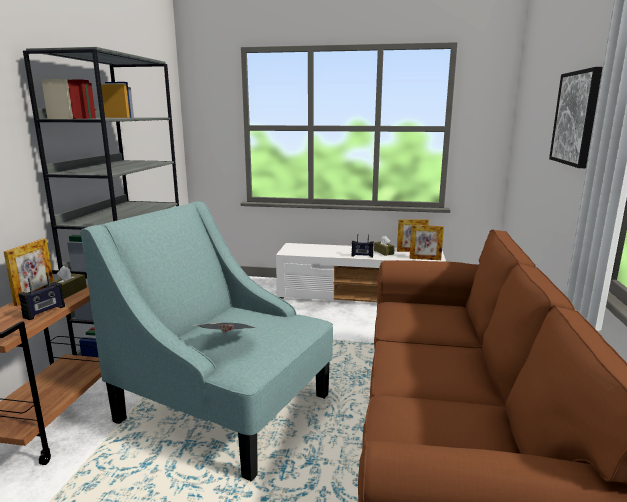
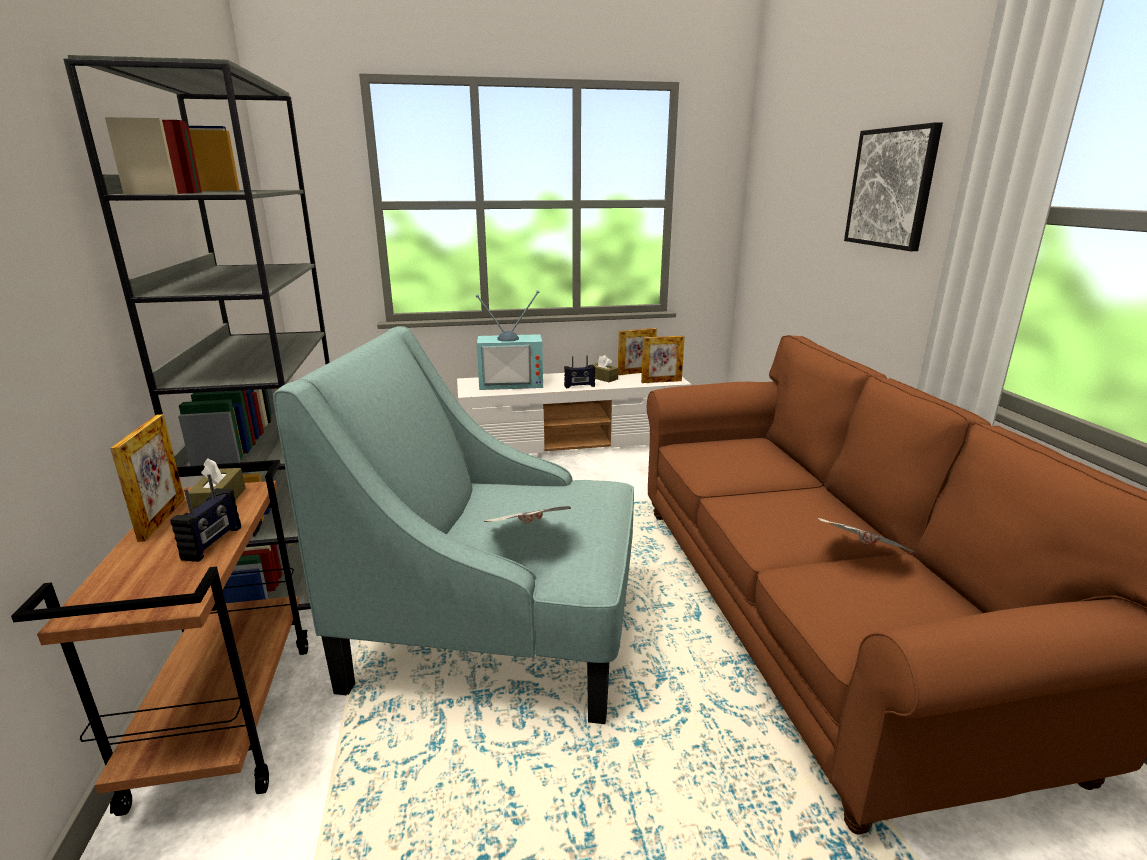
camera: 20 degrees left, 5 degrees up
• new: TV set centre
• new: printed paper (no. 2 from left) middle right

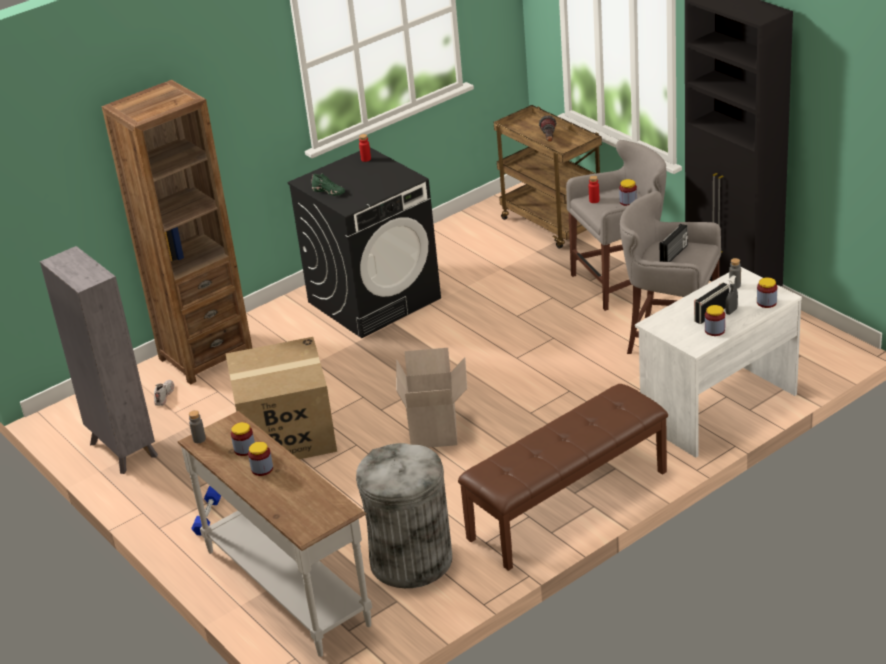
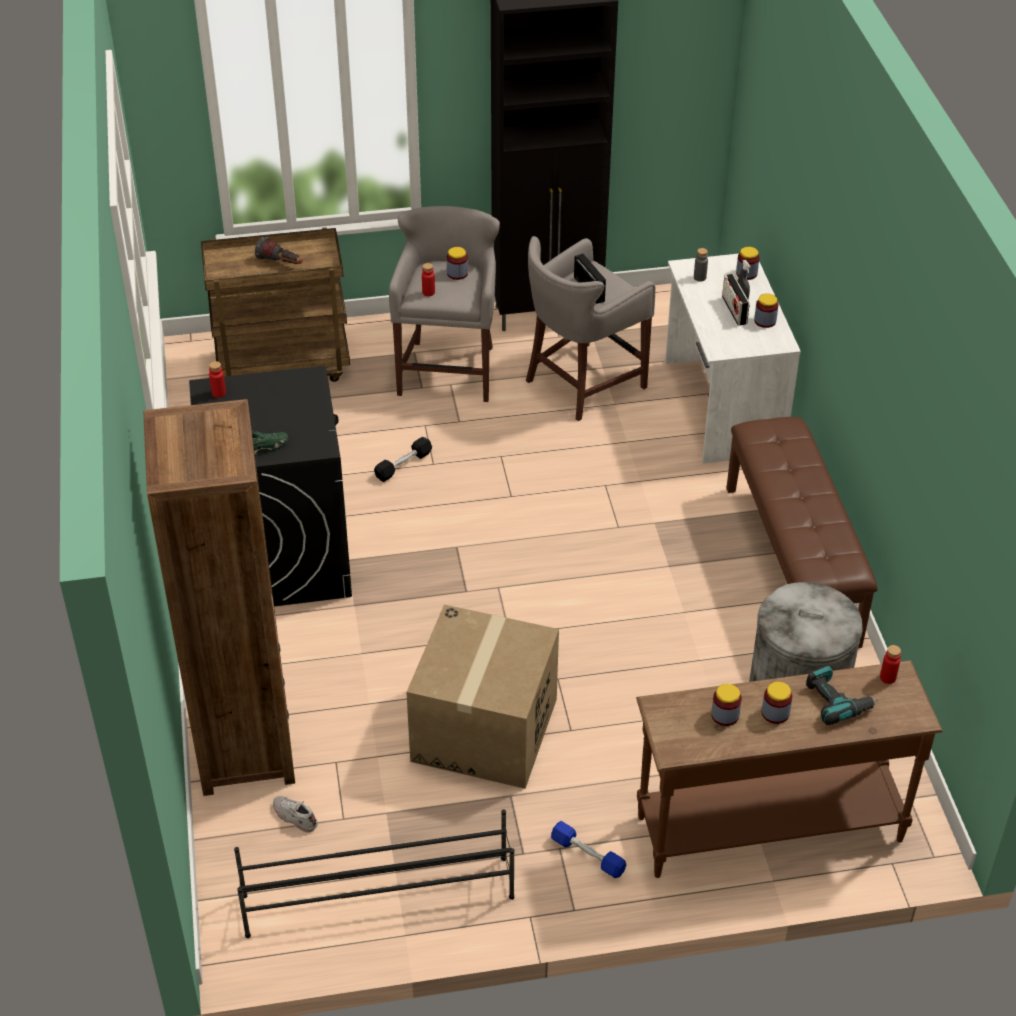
camera: 65 degrees left, 10 degrees up
• swapped: shelving unit (grey) middle left to shoe shelf (black-coloured) bottom centre
• new: dumbbell (black-coloured) centre
• repainted: narrow table (whitish) bottom left to narrow table (brown) bottom right
• new: drill bottom right
• new: beverage bottle (red-coloured) (no. 3 from left) middle right
• gone: beverage bottle (grey) (no. 1 from left) middle left
• gone: packing box (no. 2 from left) centre

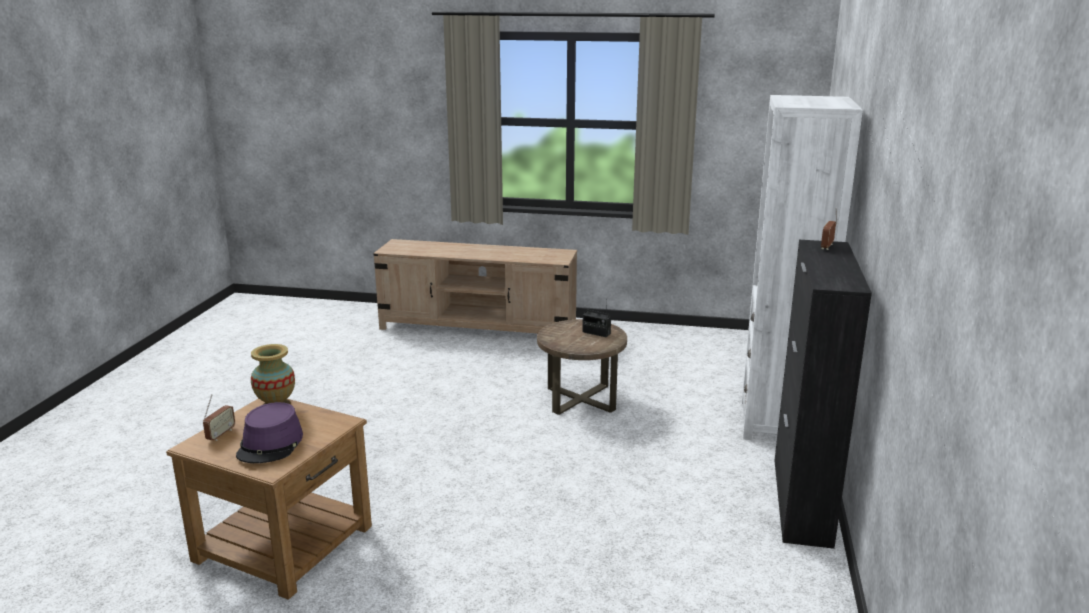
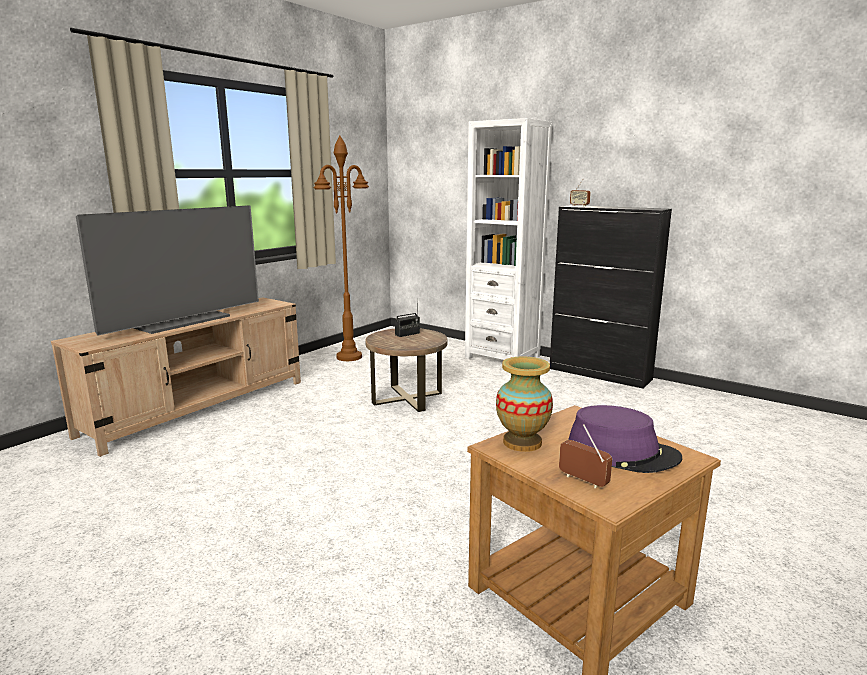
camera: 65 degrees left, 5 degrees down
• new: TV set middle left
• new: standard lamp (brown) centre

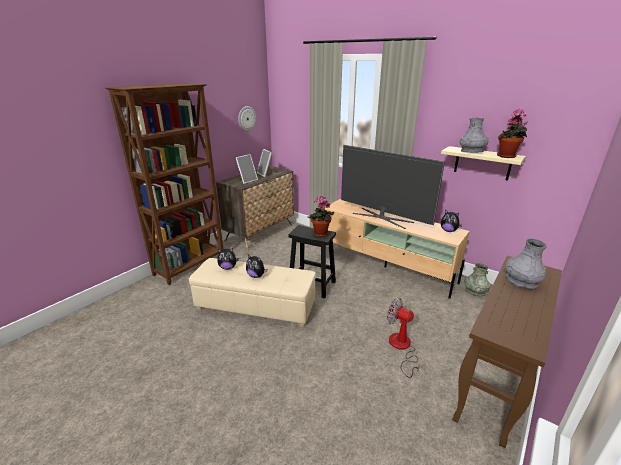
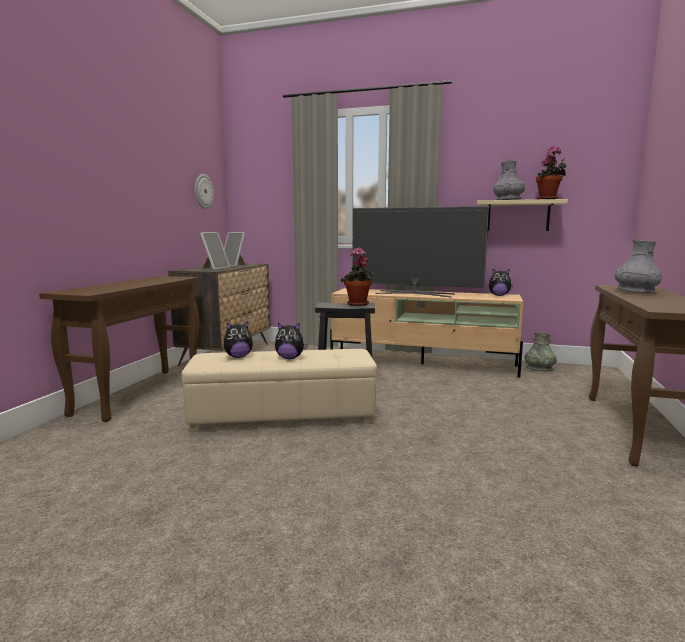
camera: 20 degrees left, 15 degrees down
• swapped: shelving unit (brown) middle left to narrow table (brown) (no. 1 from left) middle left
• gone: fan bottom centre

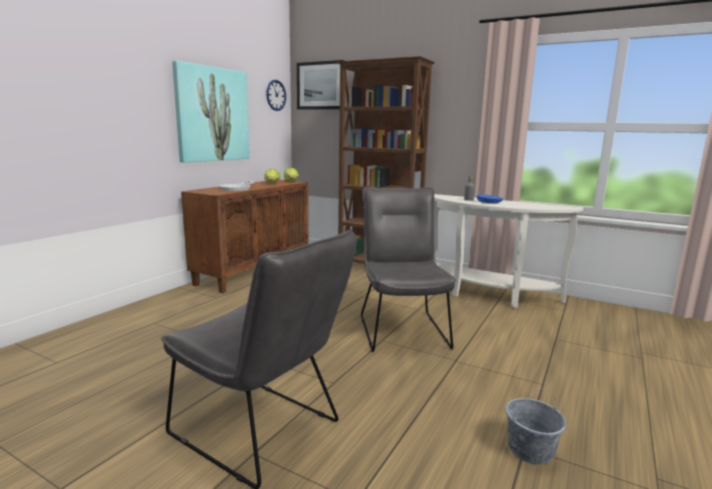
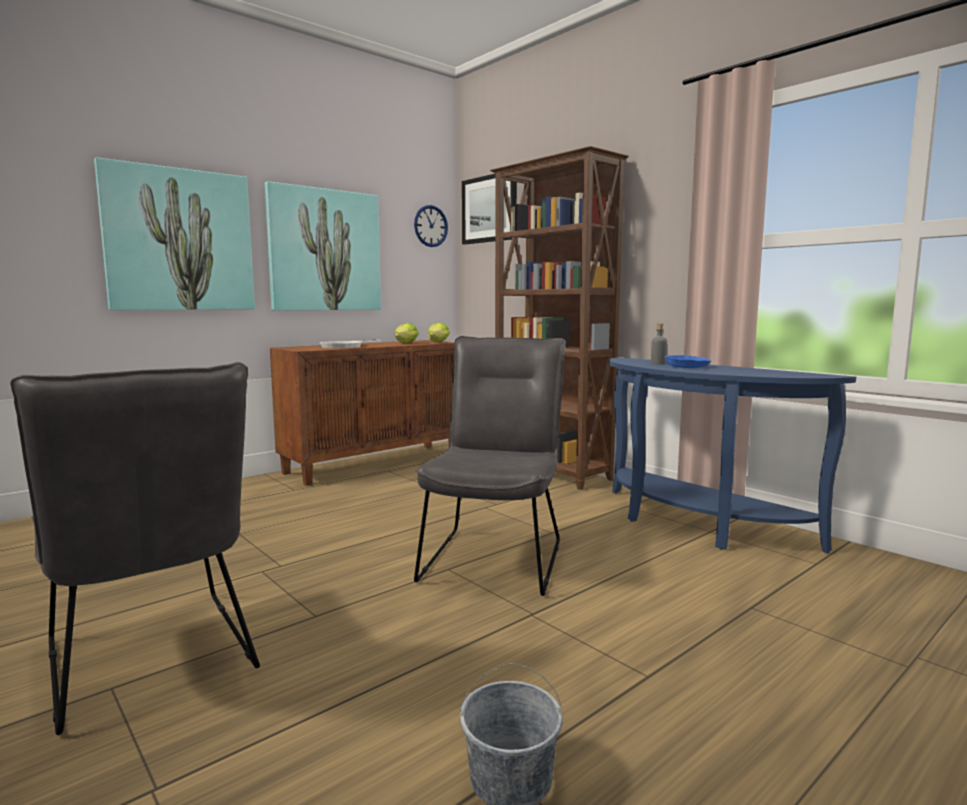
camera: 20 degrees right, 5 degrees down
• new: wall art (no. 1 from left) top left
• repainted: narrow table (whitish) middle right to narrow table (blue) middle right

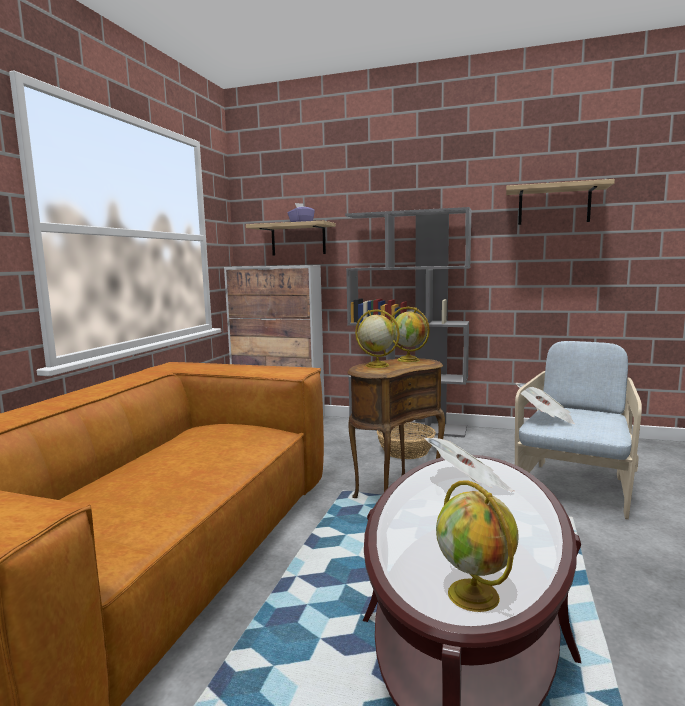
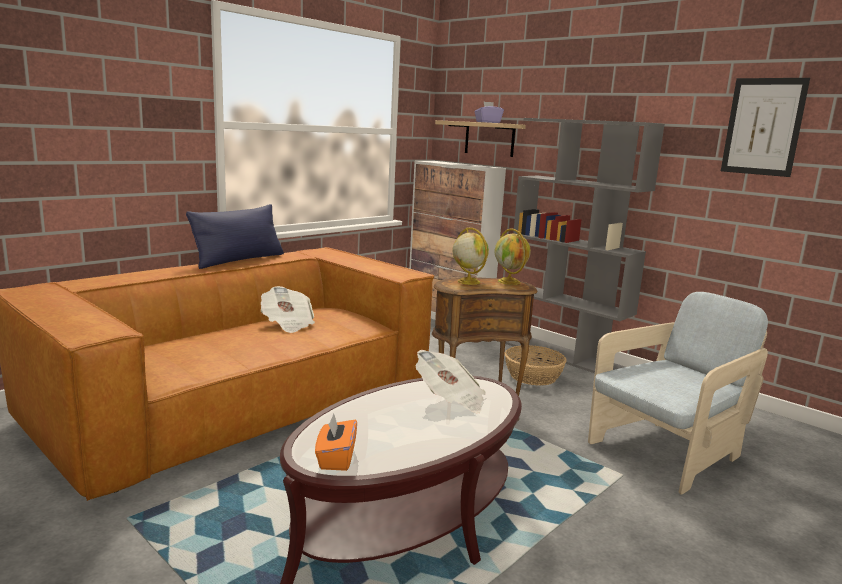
camera: 25 degrees right, 5 degrees up
• new: pillow (blue) middle left
• shifted: printed paper (no. 2 from left in the first image) middle right to printed paper (no. 1 from left) centre
• swapped: desk globe (no. 3 from left) bottom right to tissue holder (orangey) bottom centre
• swapped: bracket shelf (no. 2 from left) top right to wall art top right

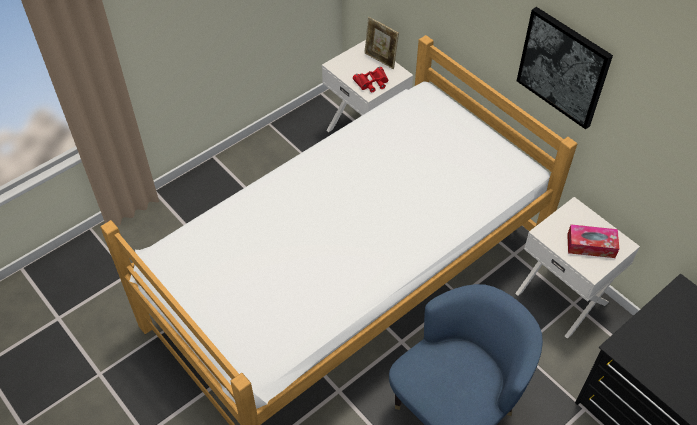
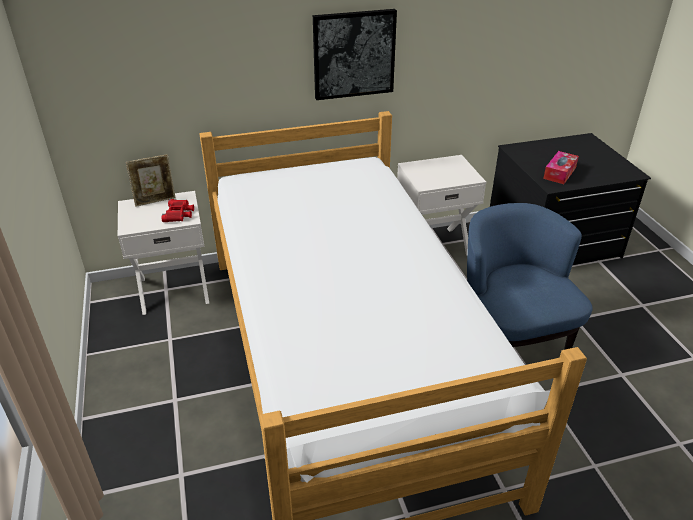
camera: 65 degrees left, 15 degrees down
• shifted: tissue holder middle right to top right

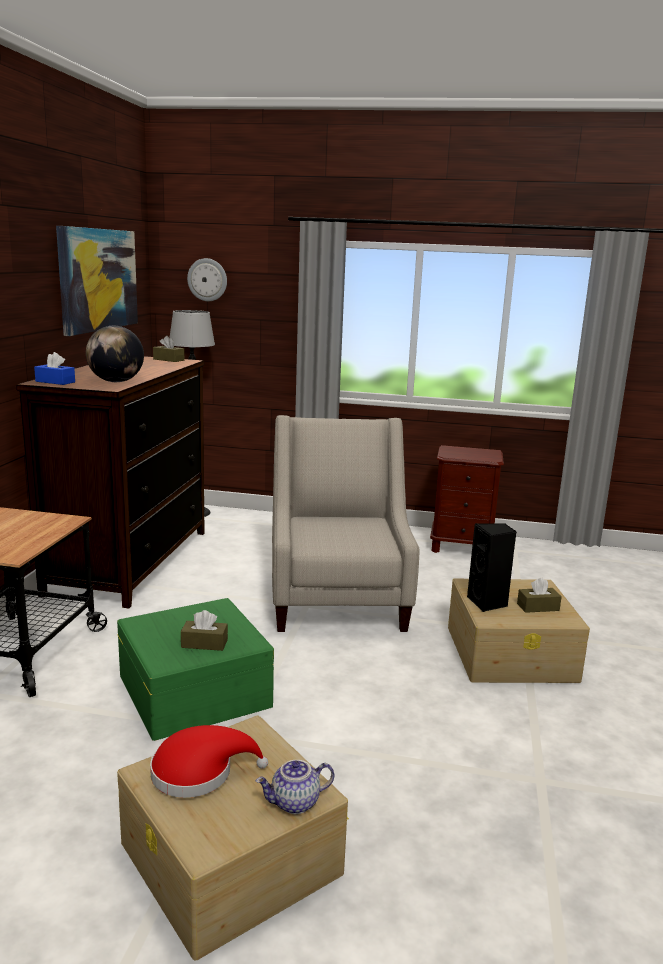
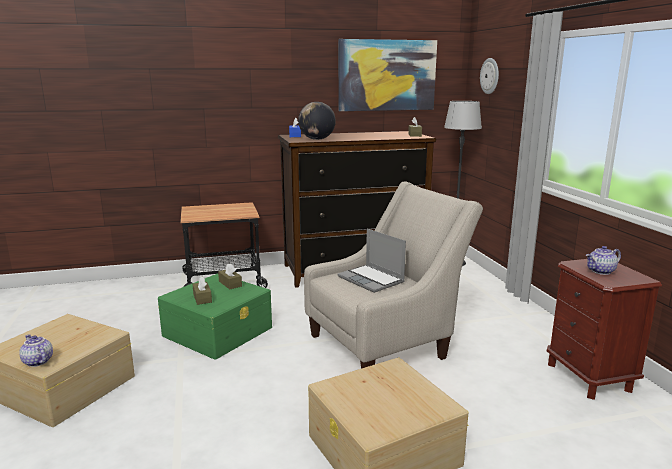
camera: 65 degrees right, 0 degrees up
• shifted: tissue holder (brown) (no. 3 from left in the first image) middle right to tissue holder (brown) (no. 2 from left) centre
• new: portable computer centre
• new: pot for tea (no. 2 from left) middle right
• gone: hat (red-coloured) bottom left
• gone: loudspeaker (black-coloured) middle right

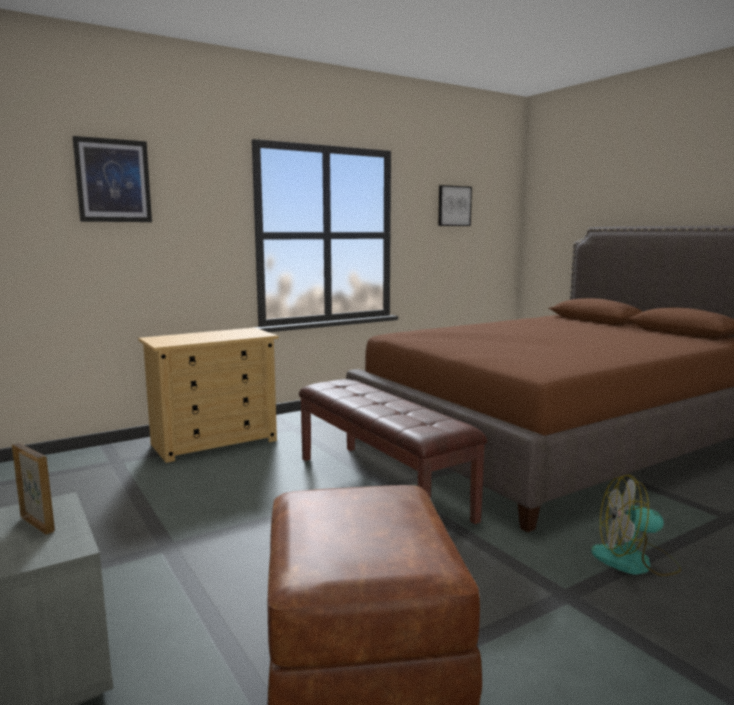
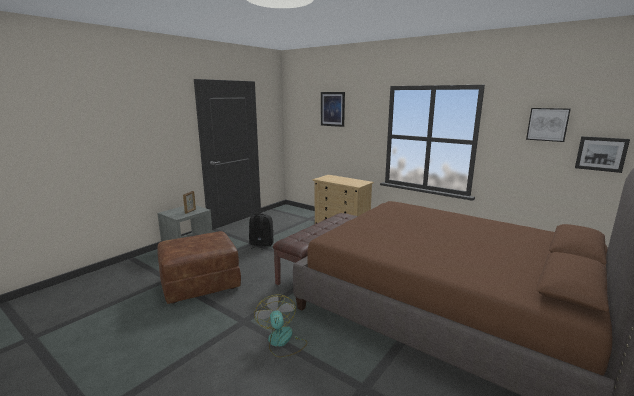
camera: 70 degrees right, 5 degrees up
• new: backpack (black-coloured) centre
• new: wall art (no. 3 from left) middle right

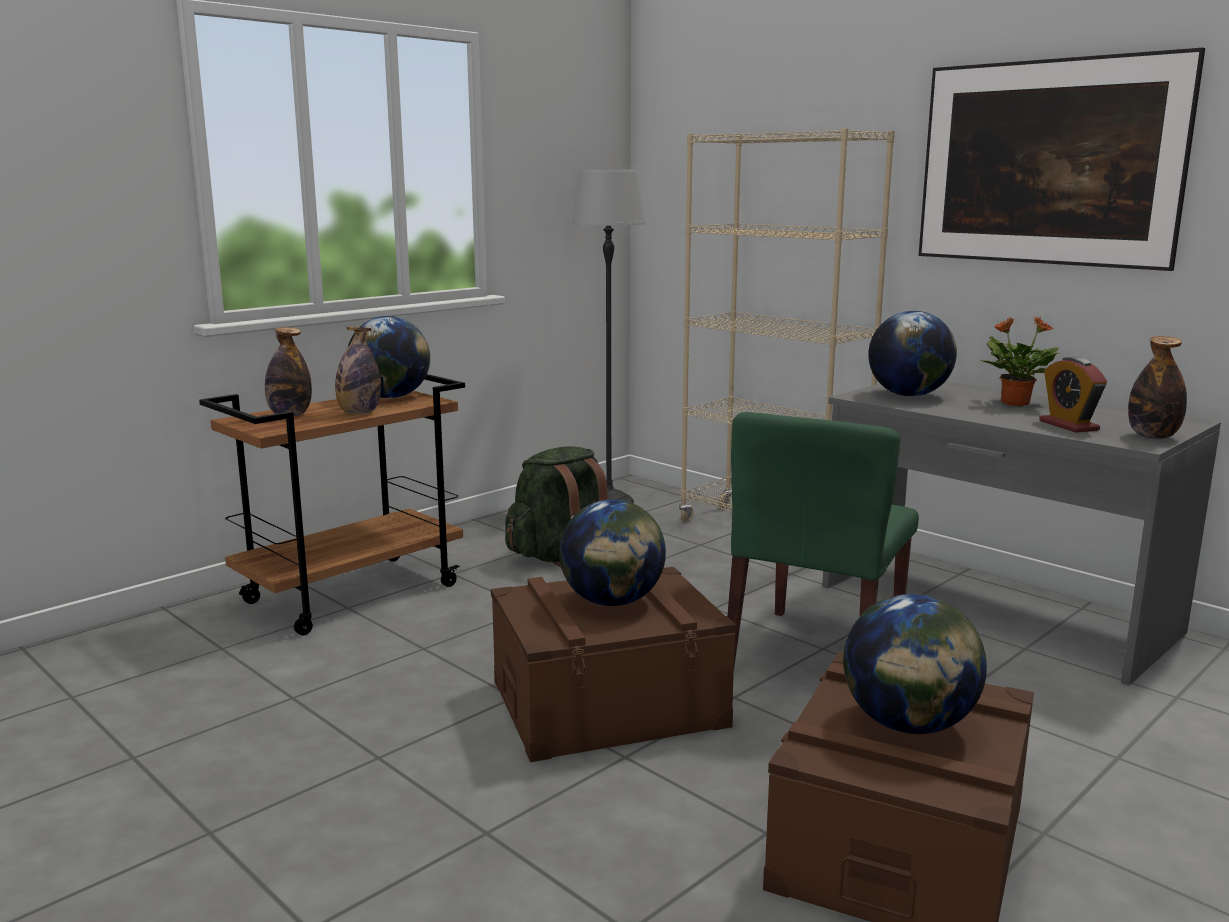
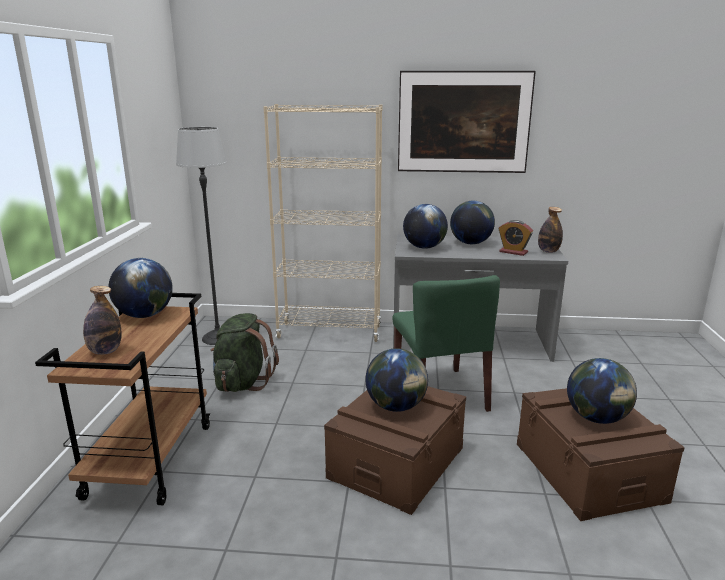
camera: 40 degrees left, 5 degrees up
• swapped: plant in a pot middle right to desk globe (no. 4 from left) centre
• gone: beverage bottle (no. 2 from left) middle left

